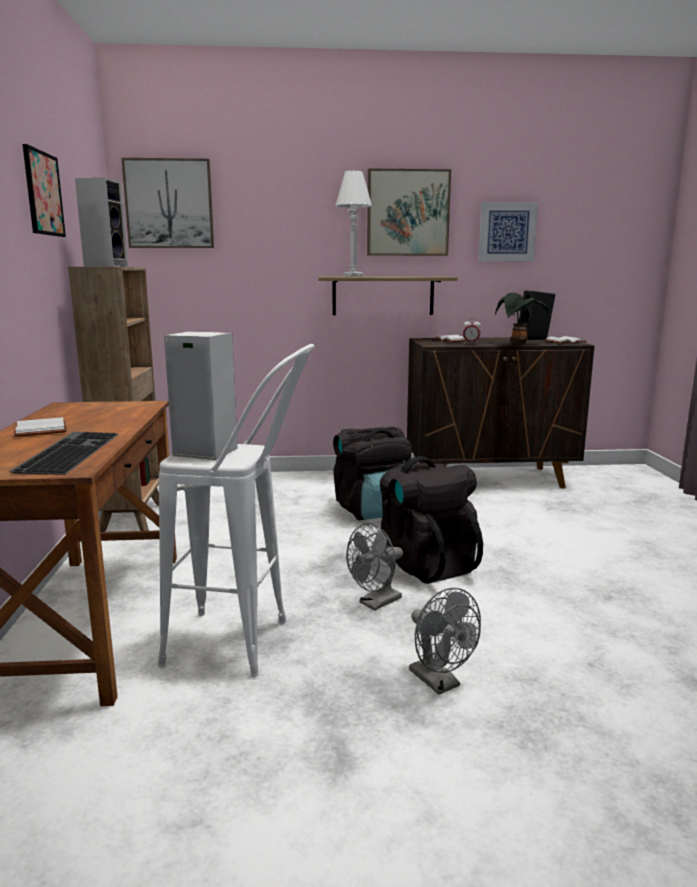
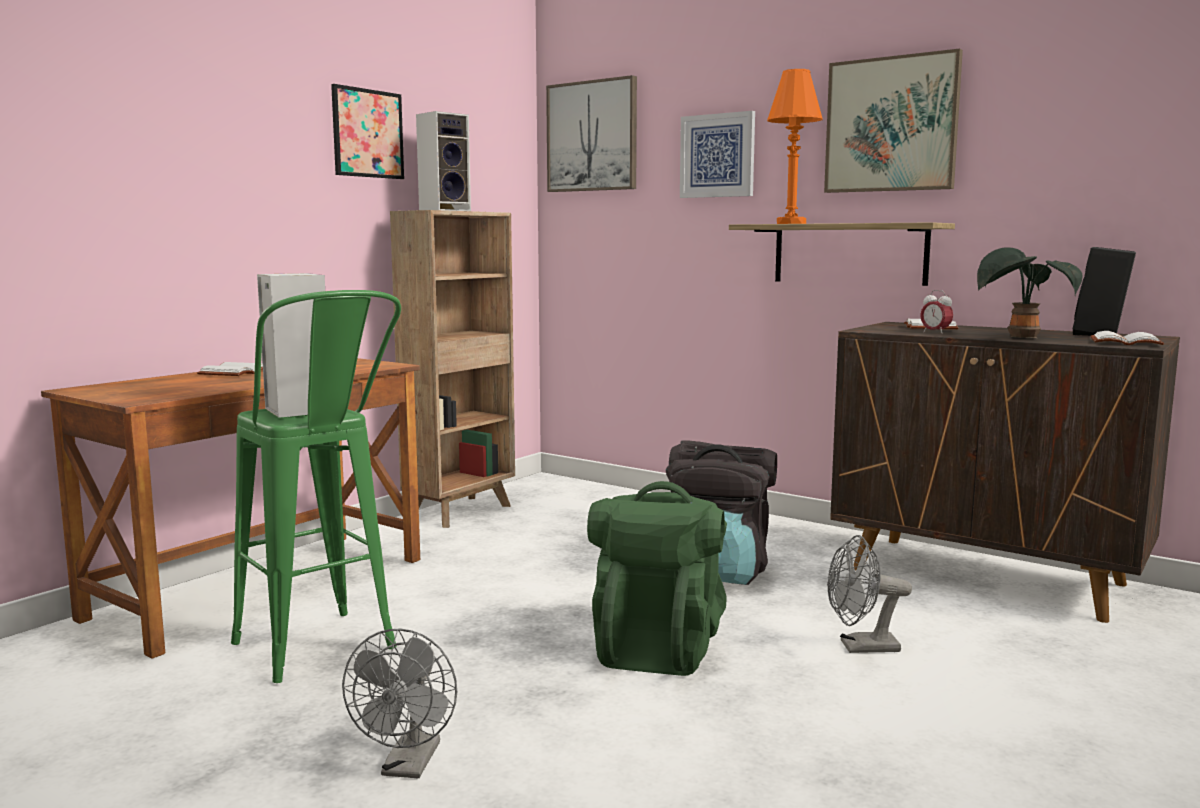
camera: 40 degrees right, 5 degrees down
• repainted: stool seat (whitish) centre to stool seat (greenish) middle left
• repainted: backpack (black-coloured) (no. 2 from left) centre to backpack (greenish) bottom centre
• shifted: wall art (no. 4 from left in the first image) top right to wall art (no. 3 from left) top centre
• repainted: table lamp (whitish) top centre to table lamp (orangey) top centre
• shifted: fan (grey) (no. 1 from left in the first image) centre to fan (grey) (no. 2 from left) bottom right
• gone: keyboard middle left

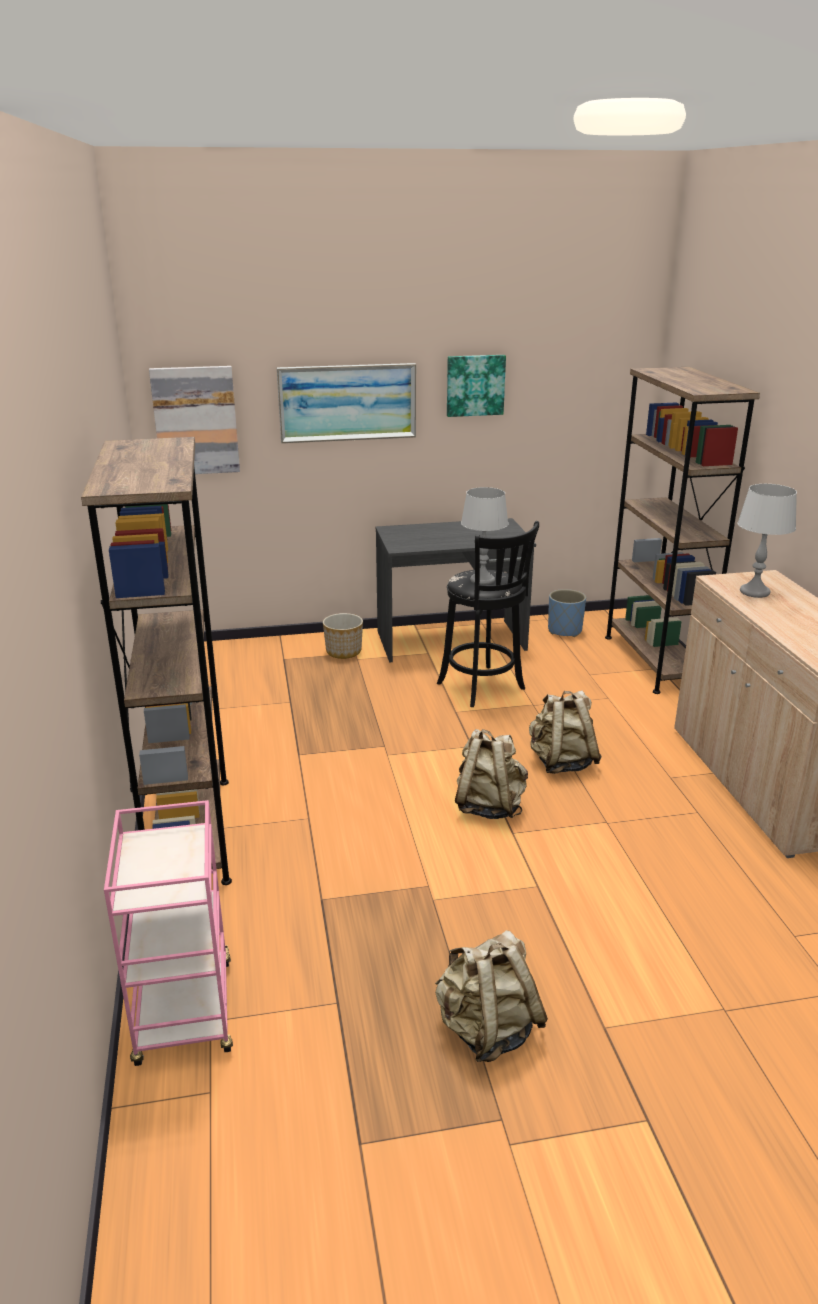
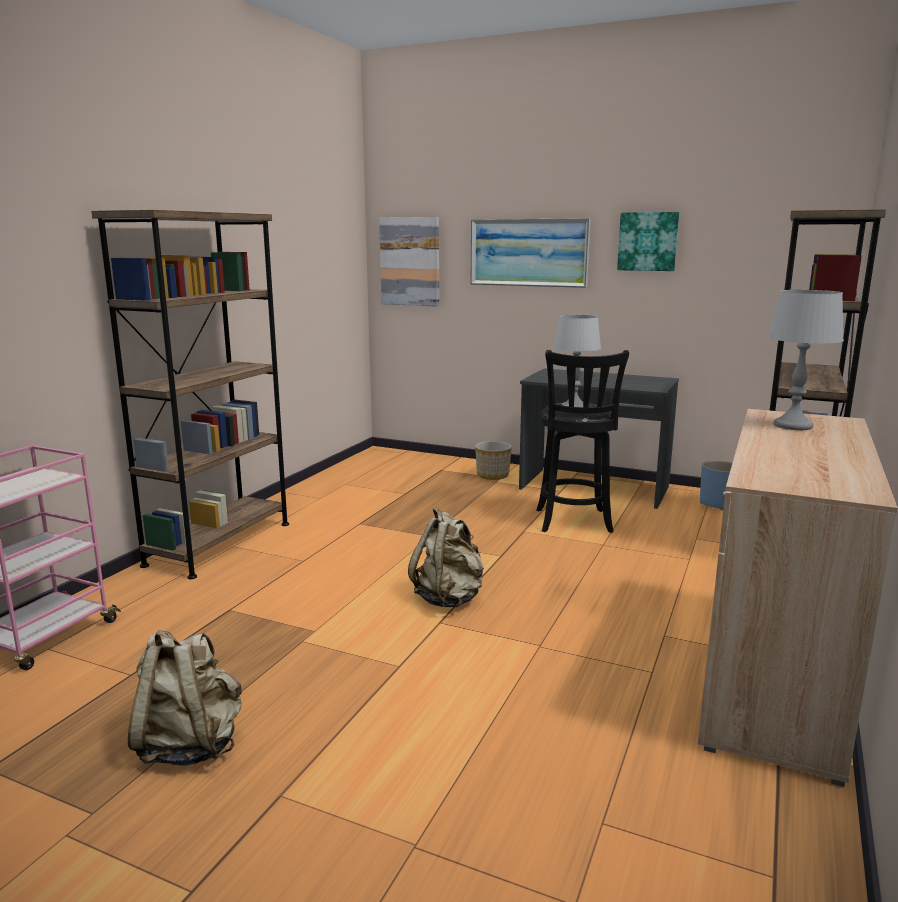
camera: 35 degrees right, 10 degrees down
• gone: backpack (beige-coloured) (no. 3 from left) middle right

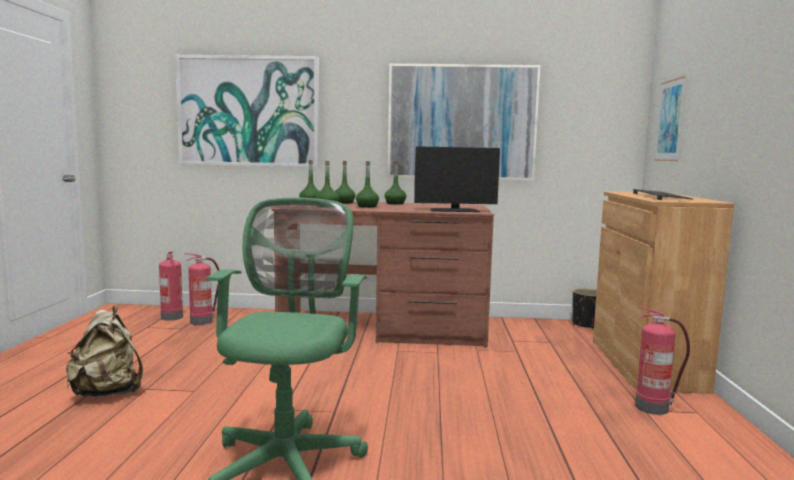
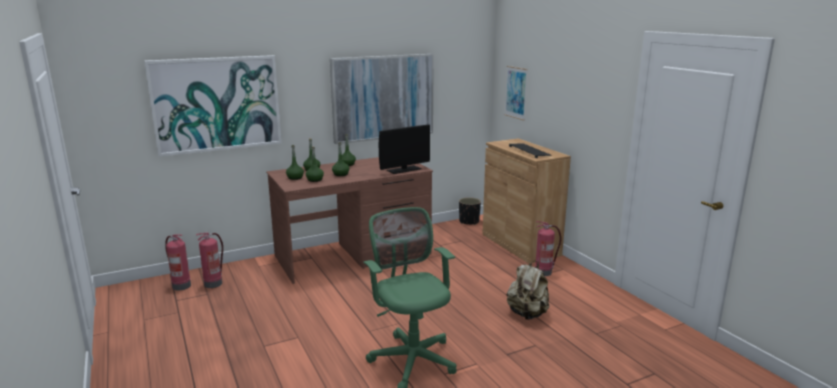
camera: 30 degrees left, 10 degrees up
• shifted: backpack (beige-coloured) bottom left to bottom centre

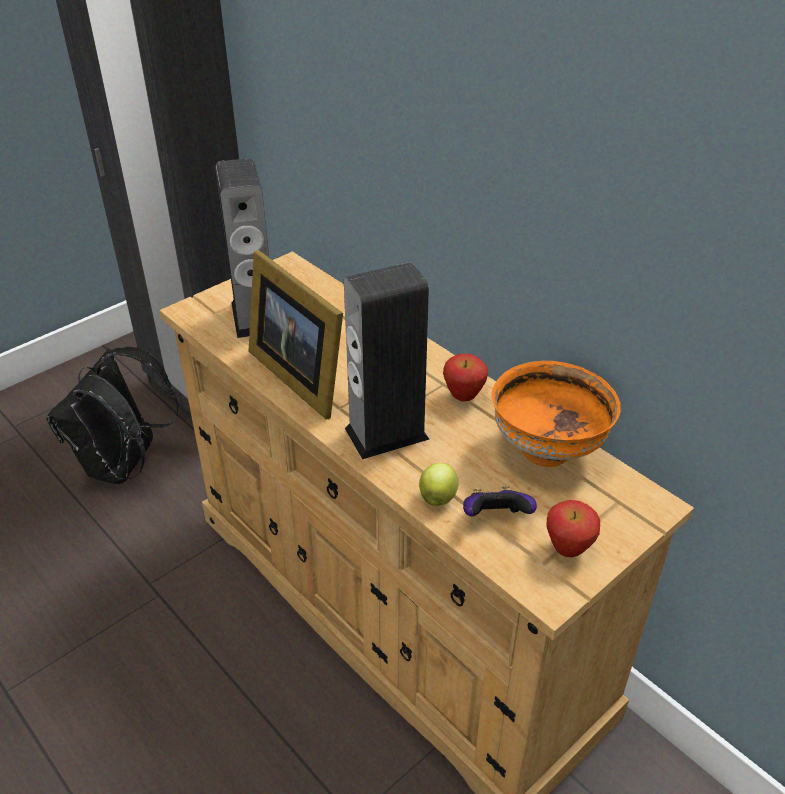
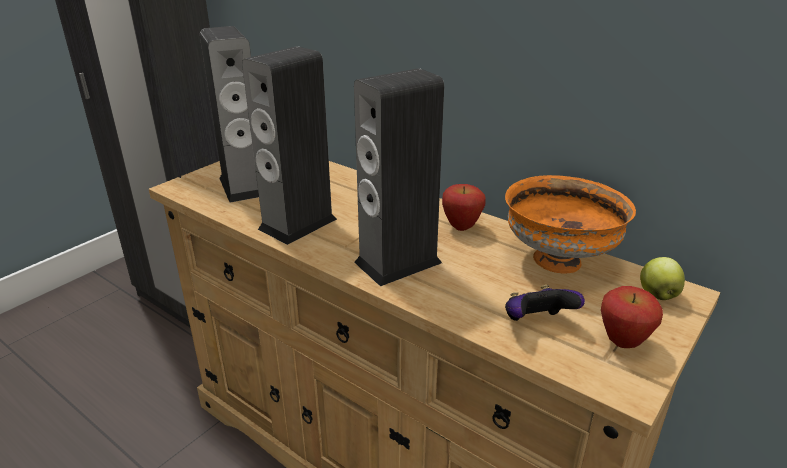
camera: 10 degrees left, 10 degrees down
• swapped: photo frame centre to loudspeaker (no. 2 from left) top centre
• shifted: whole apple (no. 1 from left in the first image) centre to whole apple (no. 3 from left) middle right
• gone: backpack (black-coloured) middle left

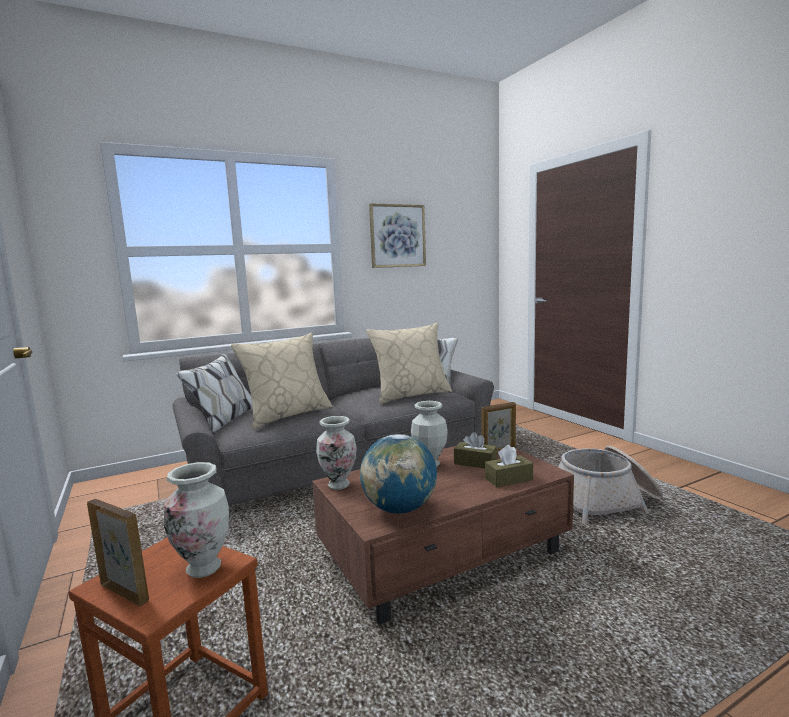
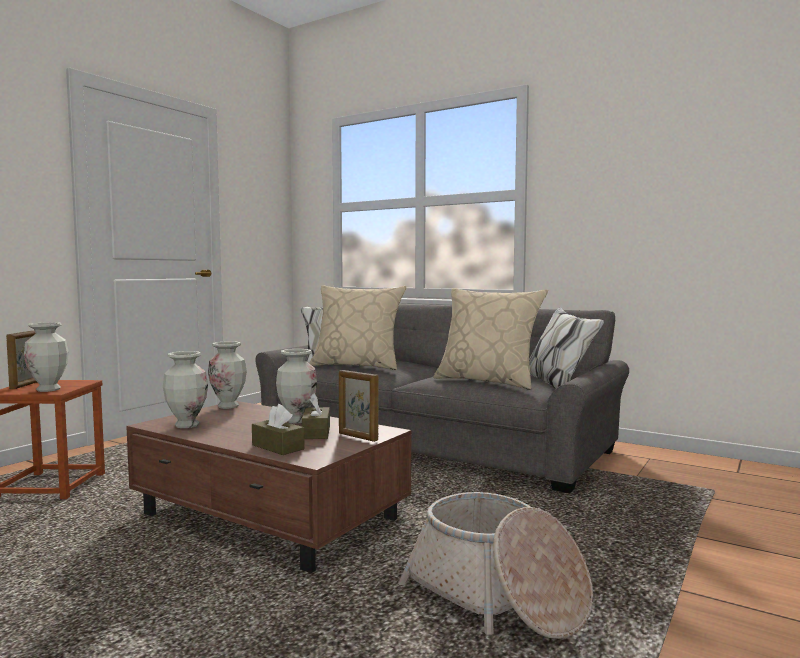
camera: 60 degrees right, 5 degrees down
• swapped: desk globe centre to flower vase (no. 2 from left) middle left
• gone: wall art top centre

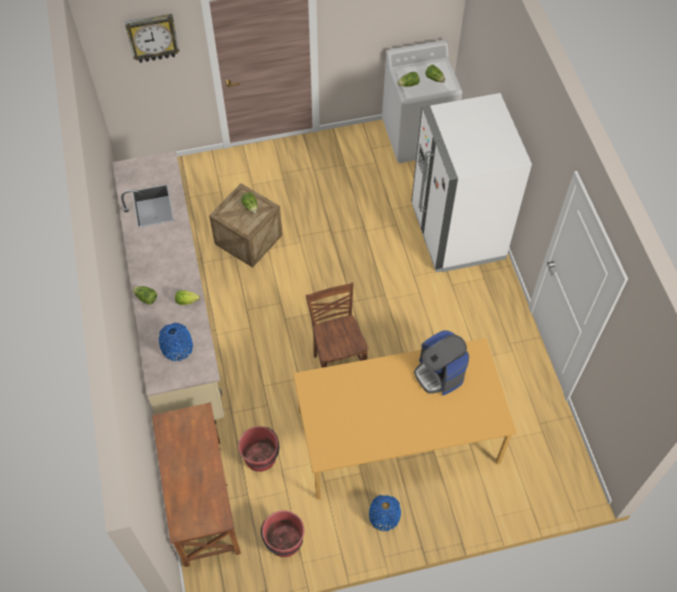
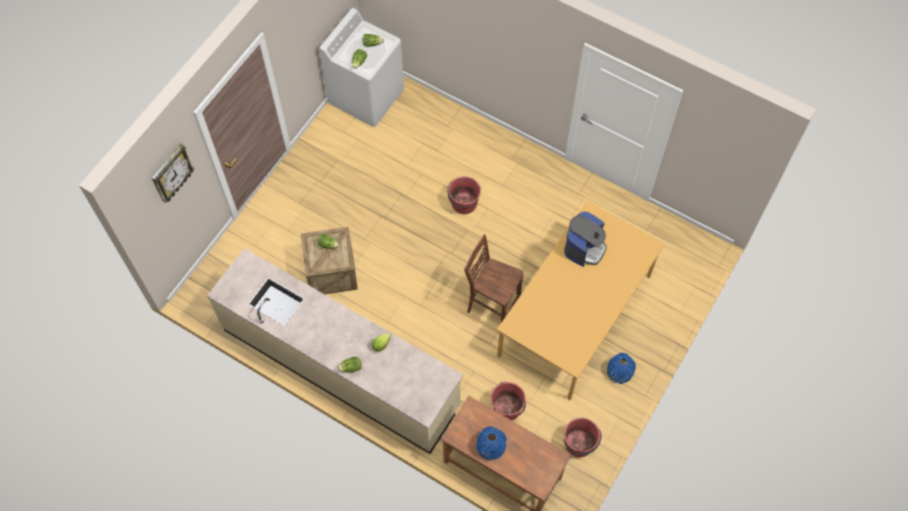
camera: 45 degrees left, 5 degrees up
• new: water bucket (red-coloured) (no. 1 from left) centre
• shifted: flower vase (blue) (no. 1 from left) middle left to bottom centre
• rotated: coffee brewer centre = centre 75 degrees counterclockwise
• gone: kitchen fridge (whitish) top right

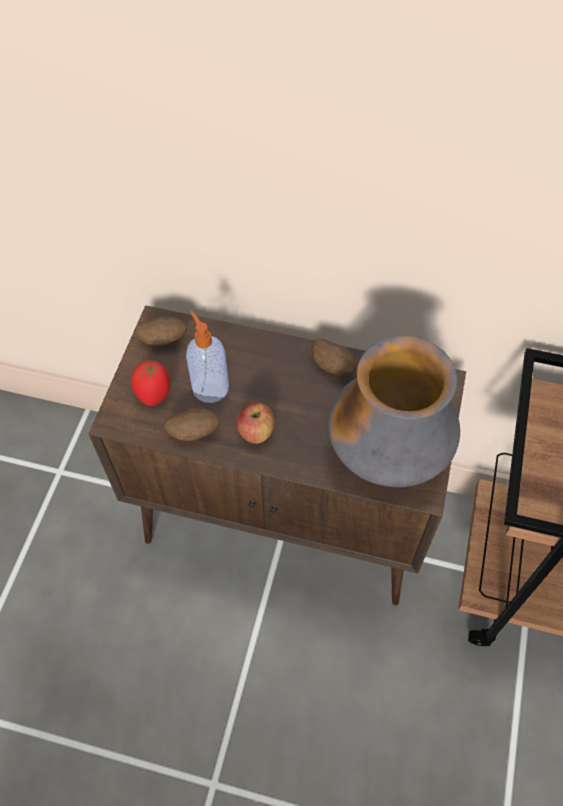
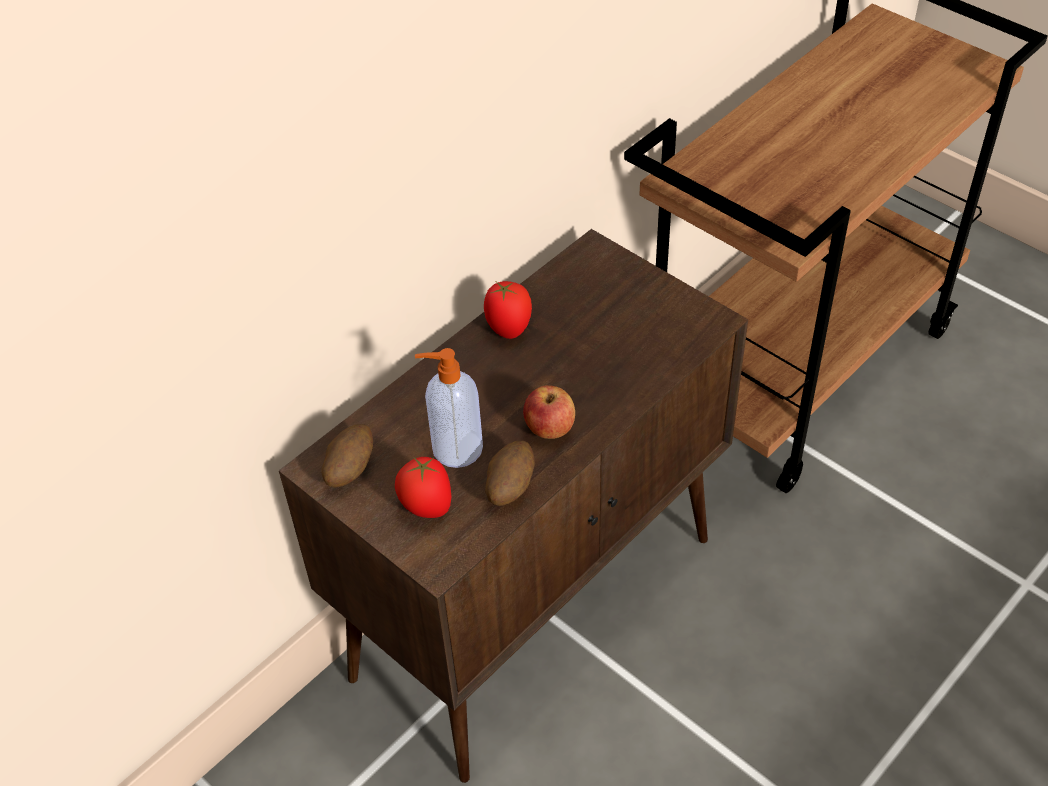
camera: 60 degrees left, 10 degrees down
• swapped: whole potato (no. 3 from left) centre to whole tomato (no. 2 from left) centre
• gone: flower vase middle right

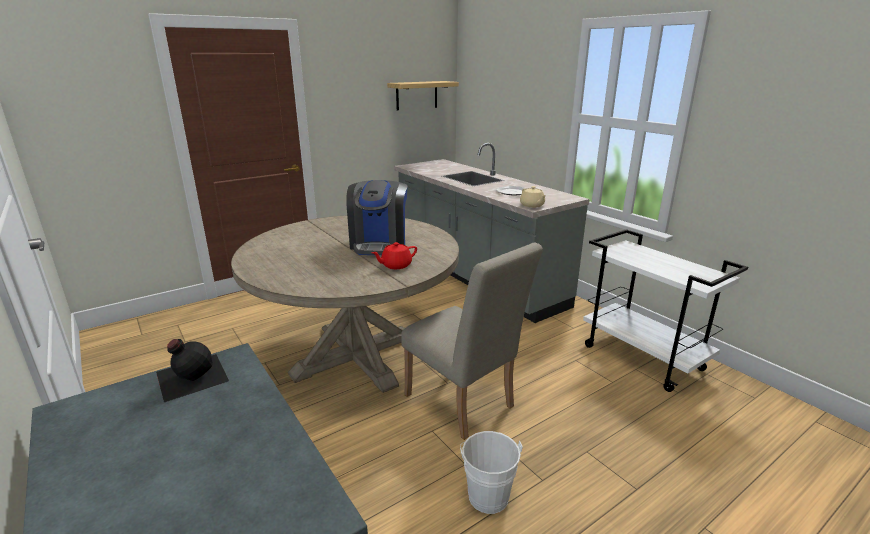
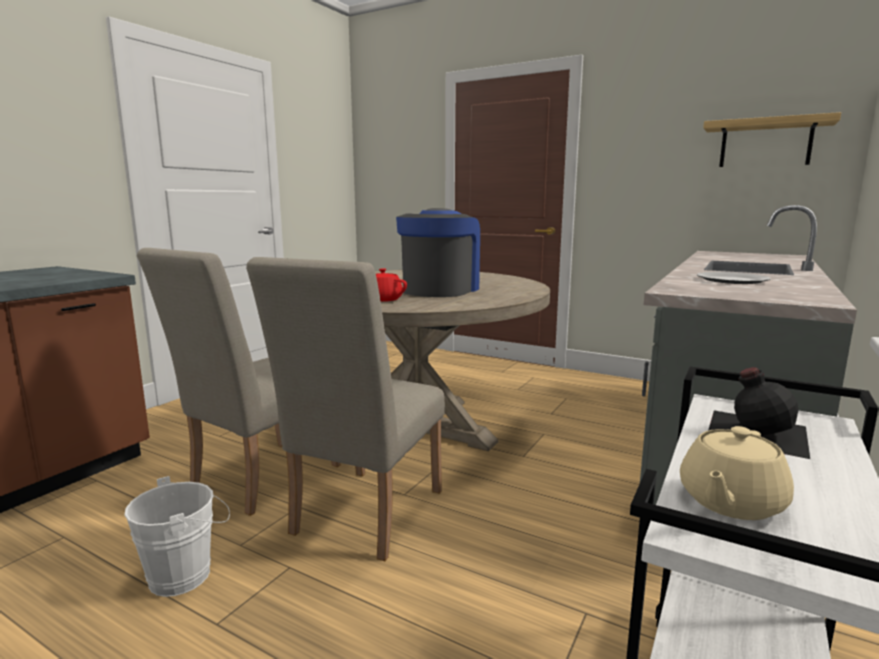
camera: 65 degrees right, 10 degrees down
• new: upright chair (beige-coloured) (no. 1 from left) middle left
• rotated: coffee brewer centre = centre 135 degrees clockwise
• shifted: pot for tea (beige-coloured) centre to bottom right
• shifted: beverage bottle (black-coloured) bottom left to middle right

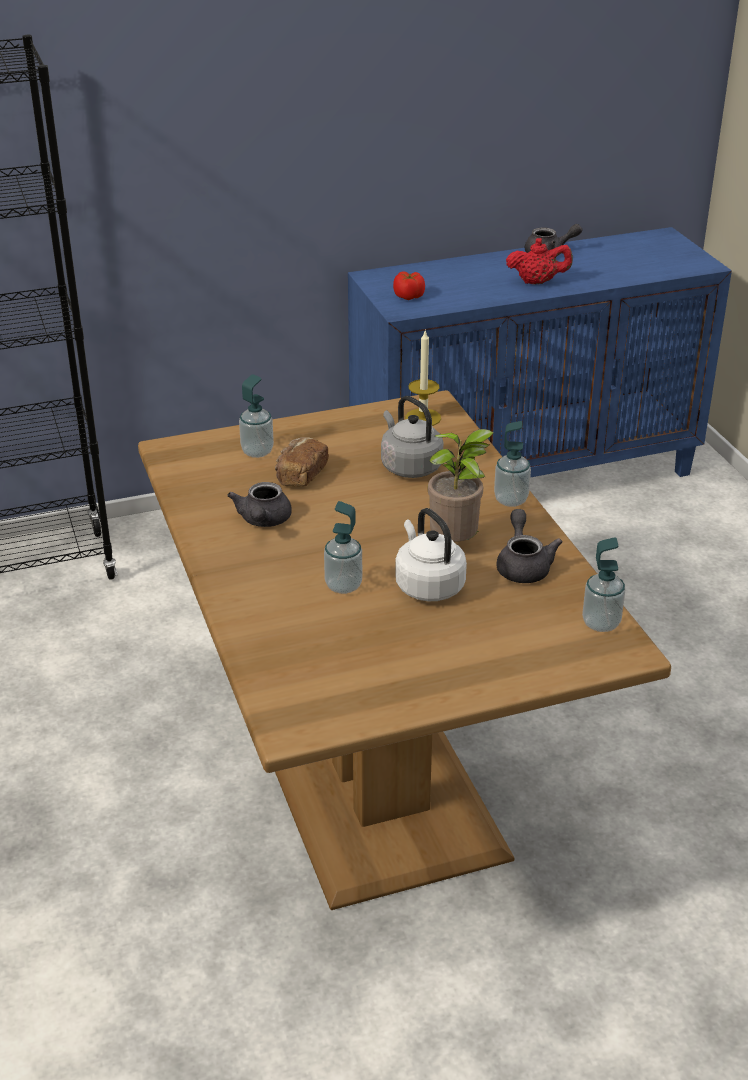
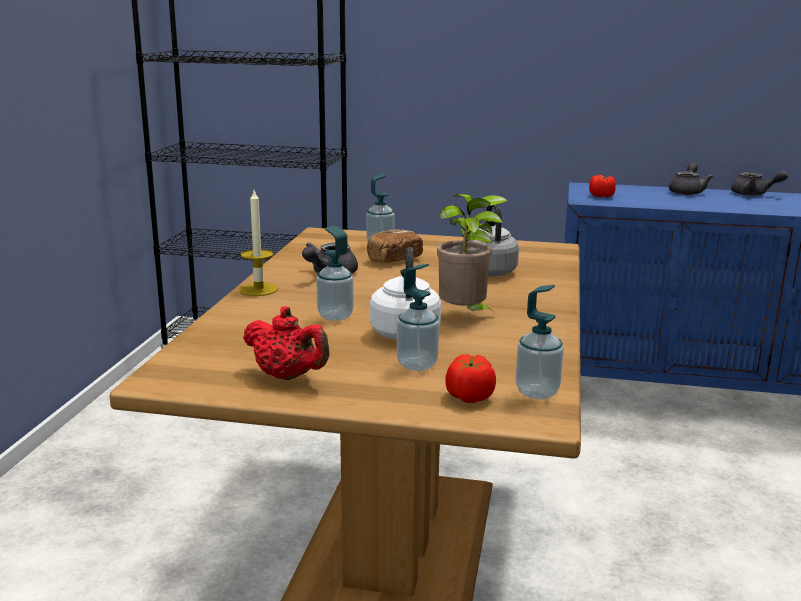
camera: 30 degrees right, 15 degrees down
• shifted: candle centre to middle left
• shifted: pot for tea (red-coloured) top right to centre
• shifted: liquid soap bottle (no. 3 from left) middle right to centre
• new: whole tomato (no. 1 from left) centre
• shifted: pot for tea (grey) (no. 2 from left) middle right to top right

